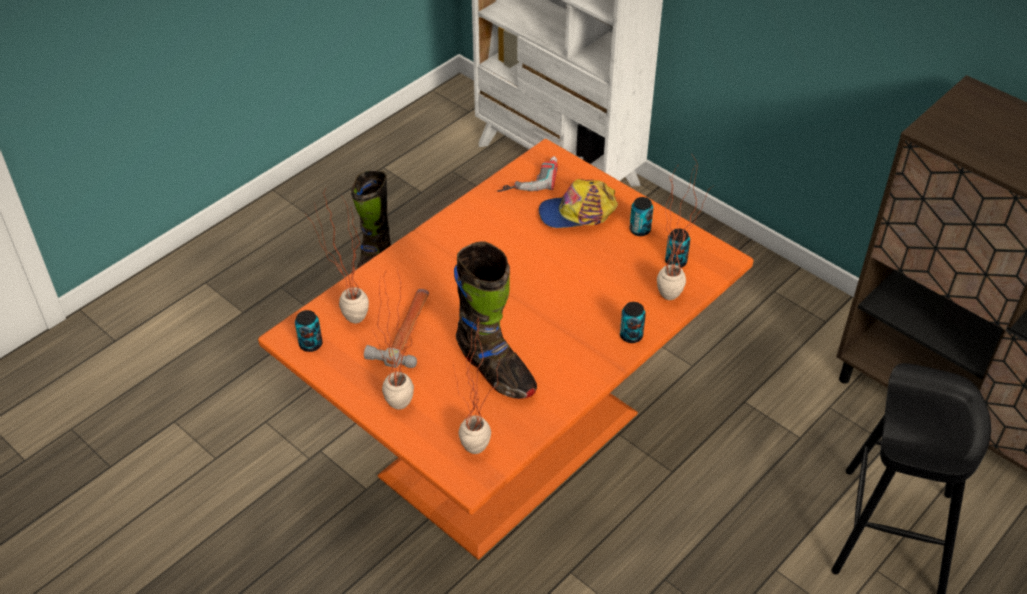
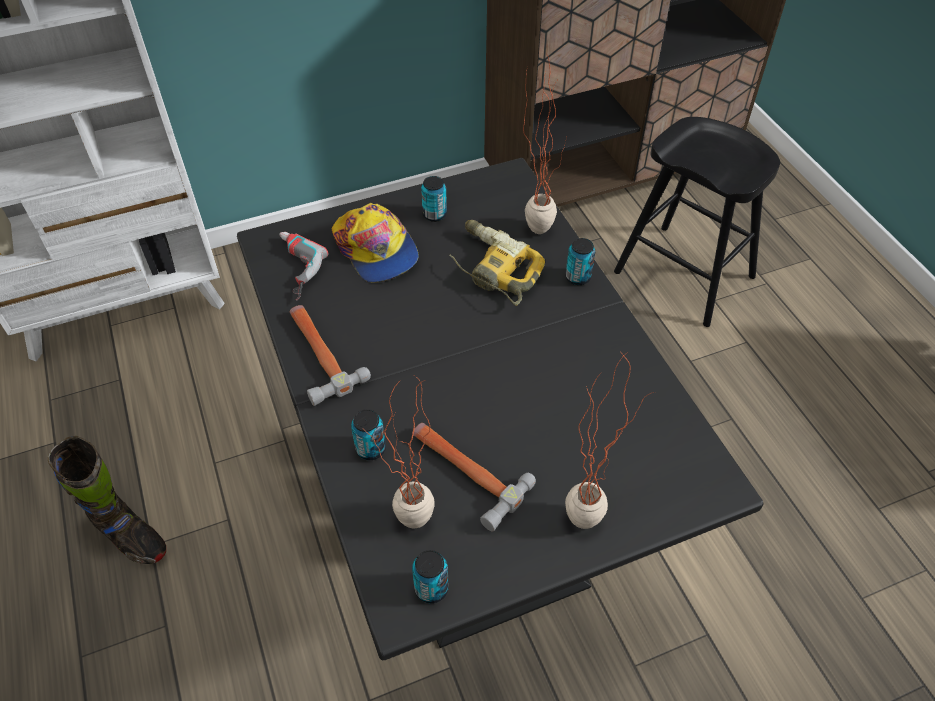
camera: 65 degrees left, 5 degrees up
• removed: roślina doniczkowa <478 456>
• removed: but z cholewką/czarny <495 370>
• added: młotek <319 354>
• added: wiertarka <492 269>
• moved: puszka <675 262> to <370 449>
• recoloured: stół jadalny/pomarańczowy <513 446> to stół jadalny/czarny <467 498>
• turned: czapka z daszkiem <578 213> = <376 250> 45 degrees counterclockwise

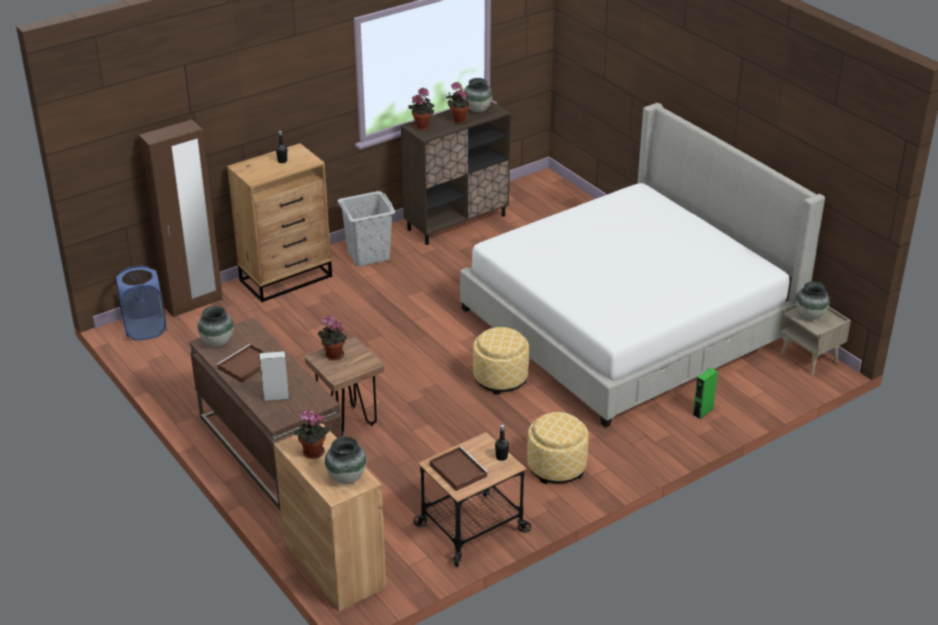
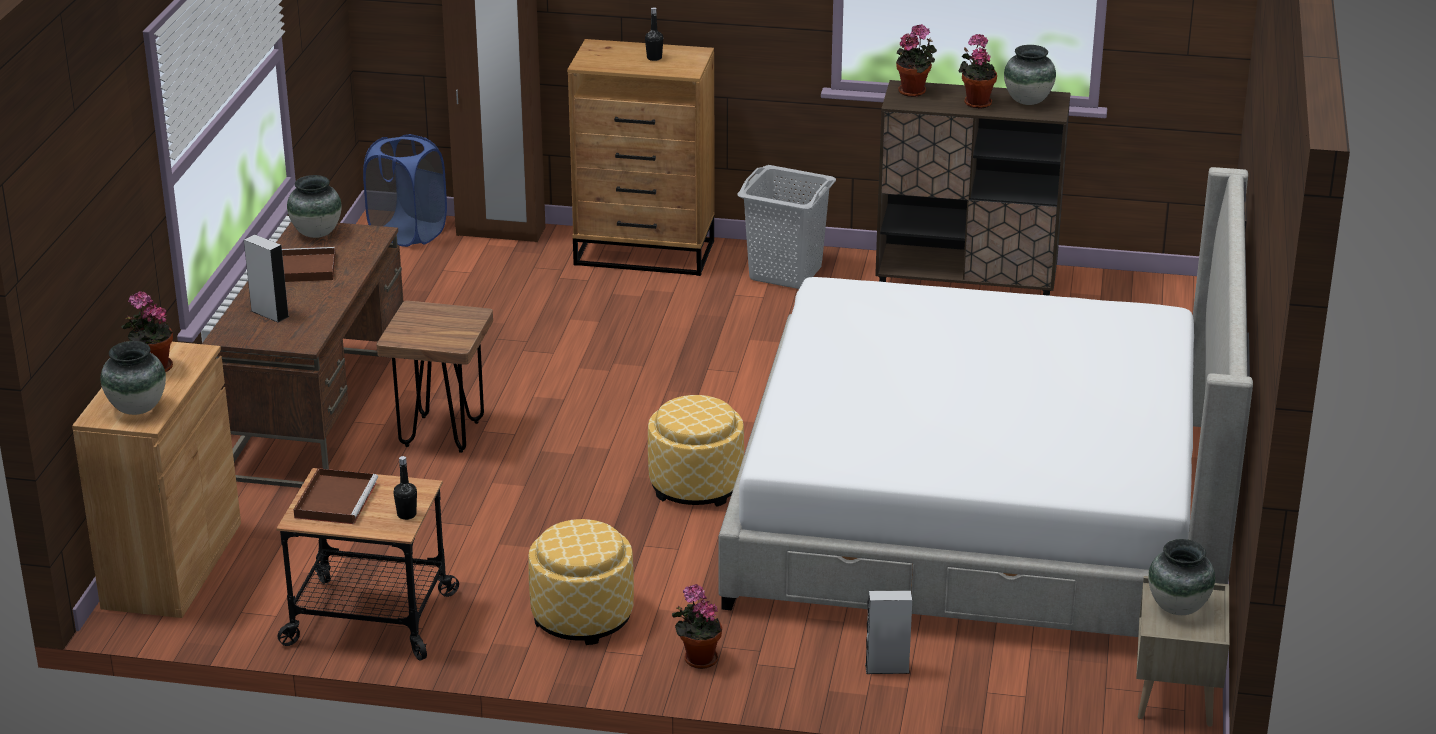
camera: 45 degrees right, 5 degrees down
• moved: roślina doniczkowa <332 356> to <697 659>
• recoloured: głośnik/zielony <702 412> to głośnik/szary <887 668>

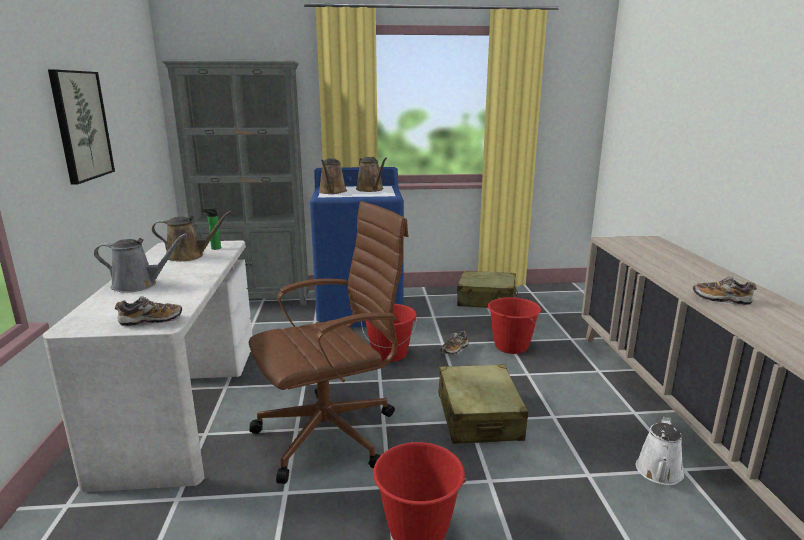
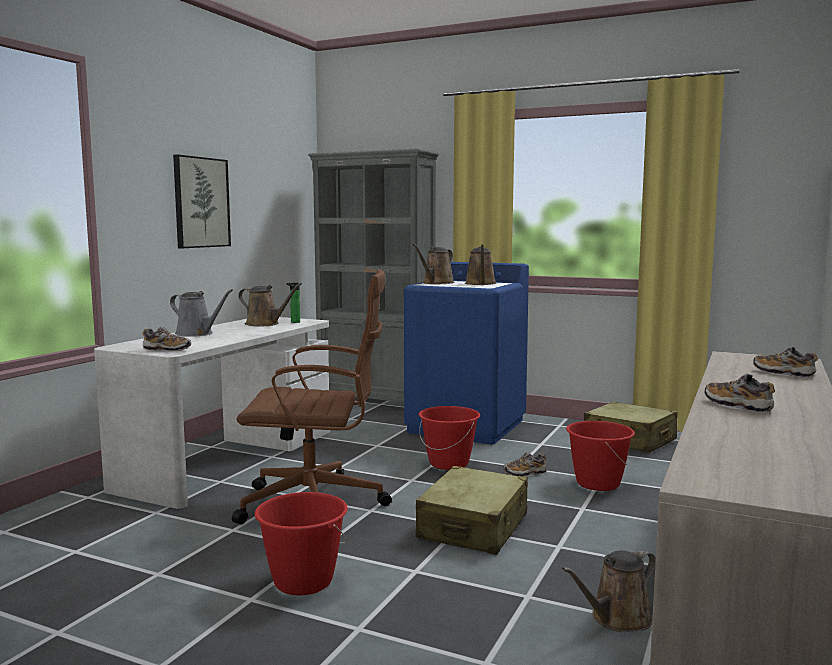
camera: 30 degrees right, 10 degrees down
• added: but <783 373>
• recoloured: konewka/biały <659 473> to konewka/brązowy <617 619>

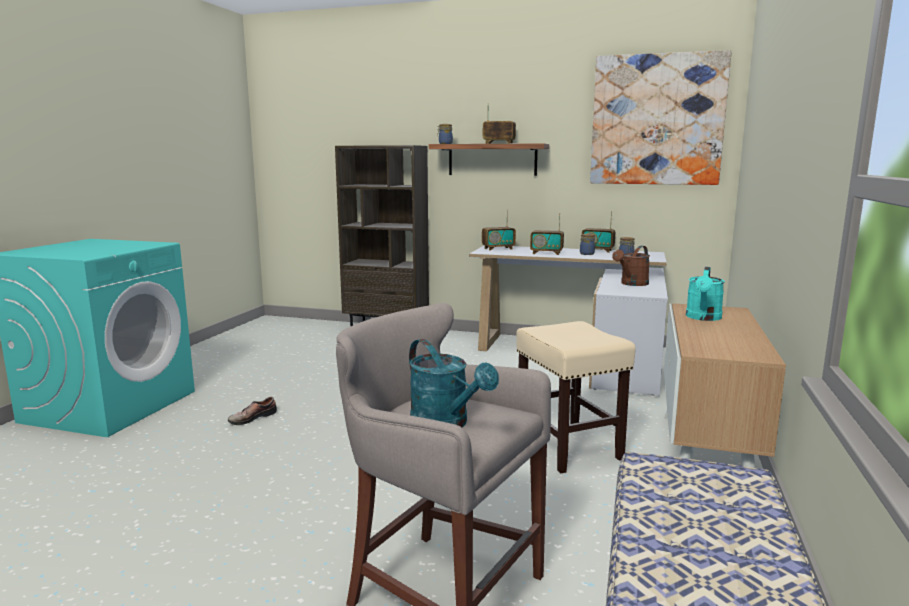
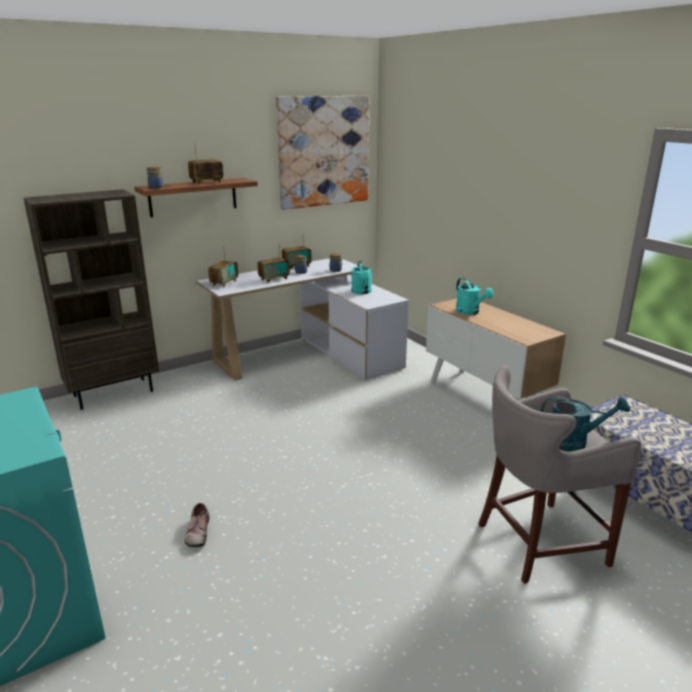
camera: 50 degrees left, 10 degrees up
• removed: stołek/beżowy <569 447>
• recoloured: konewka/brązowy <632 284> to konewka/turkusowy <362 292>

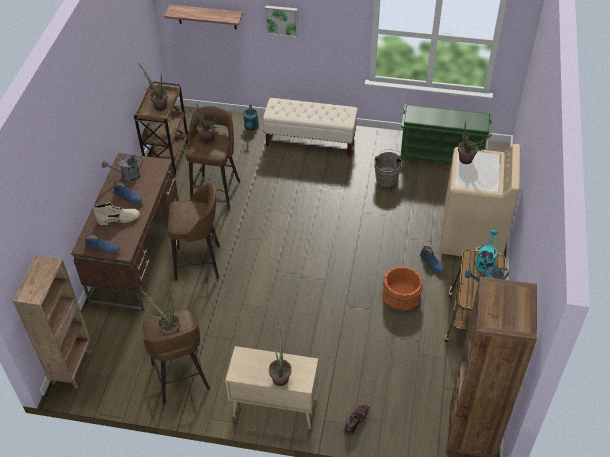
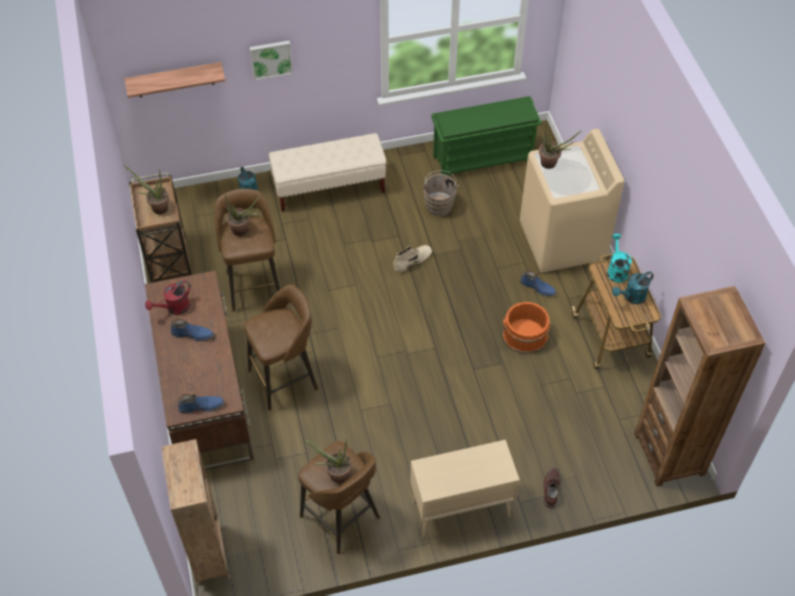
camera: 25 degrees left, 5 degrees up
• removed: roślina doniczkowa <280 376>
• moved: but z cholewką/beżowy <119 219> to <413 260>
• recoloured: konewka/szary <127 175> to konewka/czerwony <174 308>

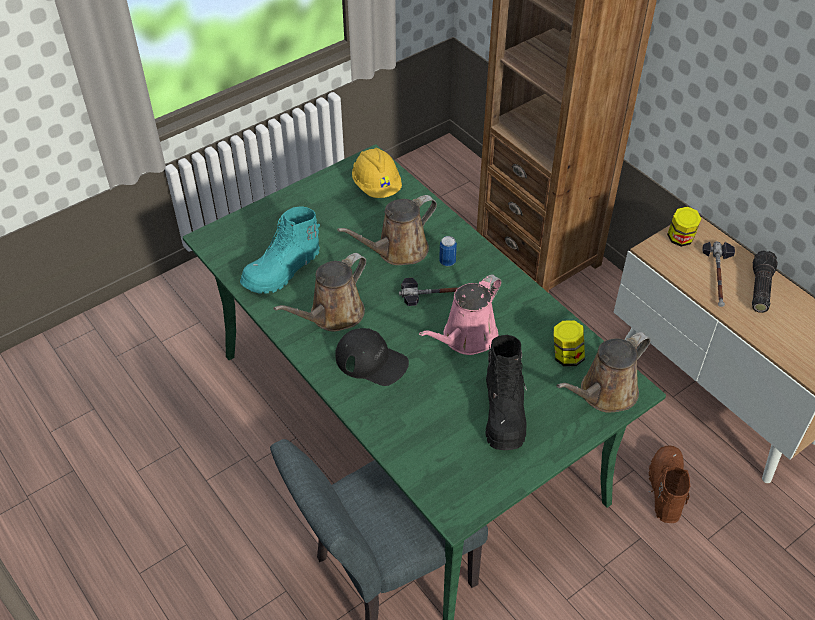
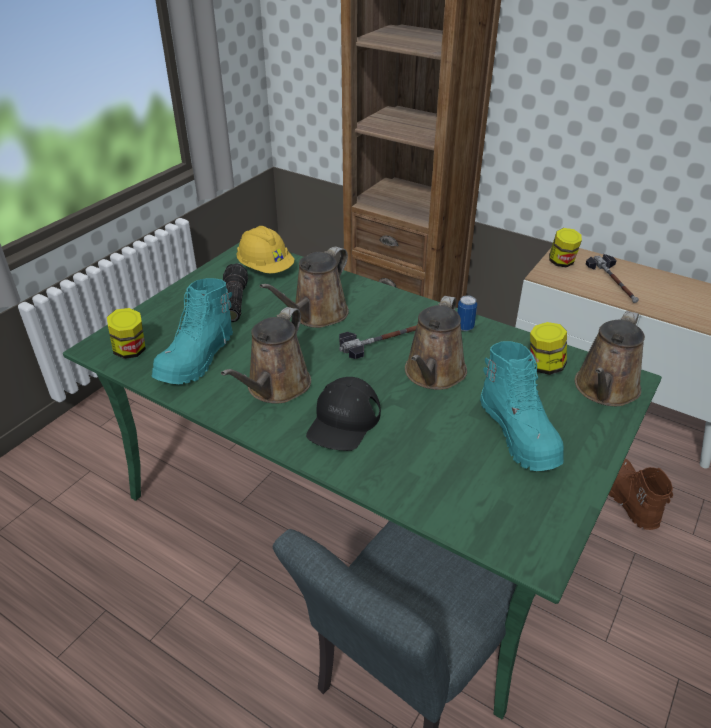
camera: 20 degrees left, 10 degrees down
• added: słoik <131 351>
• moved: puszka <447 262> to <464 327>
• moved: latarka <759 288> to <233 302>
• recoloured: konewka/różowy <466 338> to konewka/brązowy <433 374>
• recoloured: but z cholewką/czarny <504 413> to but z cholewką/turkusowy <519 434>
• turned: czapka z daszkiem/czarny <371 361> = <343 421> 105 degrees clockwise

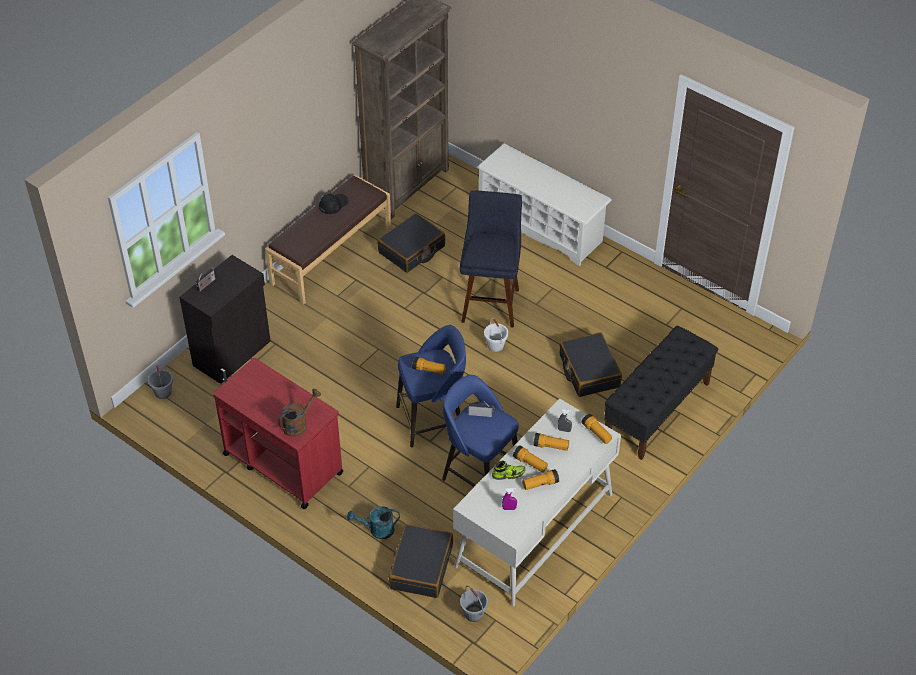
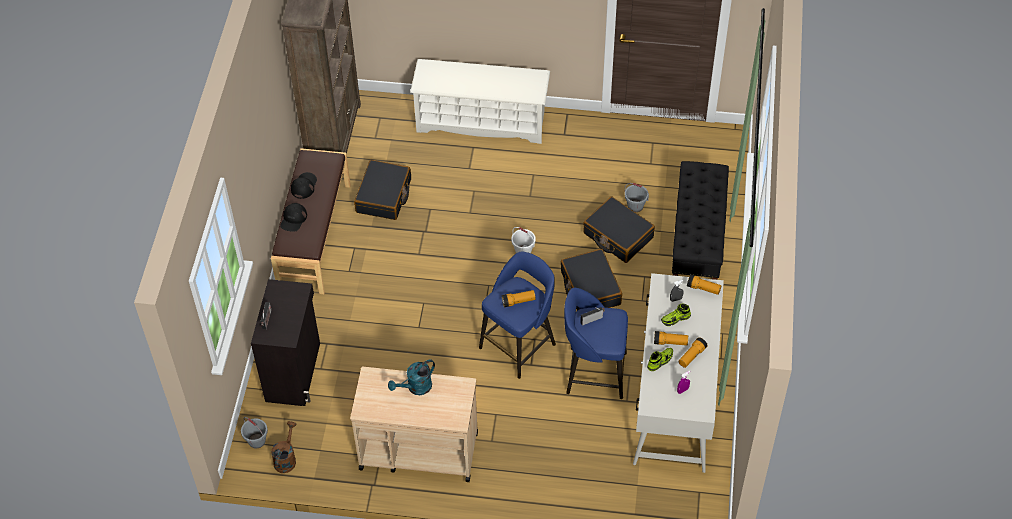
camera: 30 degrees left, 5 degrees up
• removed: stołek/niebieski <491 302>
• added: czapka z daszkiem/czarny <293 219>
• moved: konewka/brązowy <298 424> to <286 458>
• moved: konewka/turkusowy <377 530> to <415 388>
• moved: walizka/czarny <421 567> to <590 288>
• moved: wiadro/szary <473 614> to <635 206>
• replaced: latarka <550 446> to but <675 319>
• recoloured: wózek/czerwony <282 463> to wózek/beżowy <418 450>

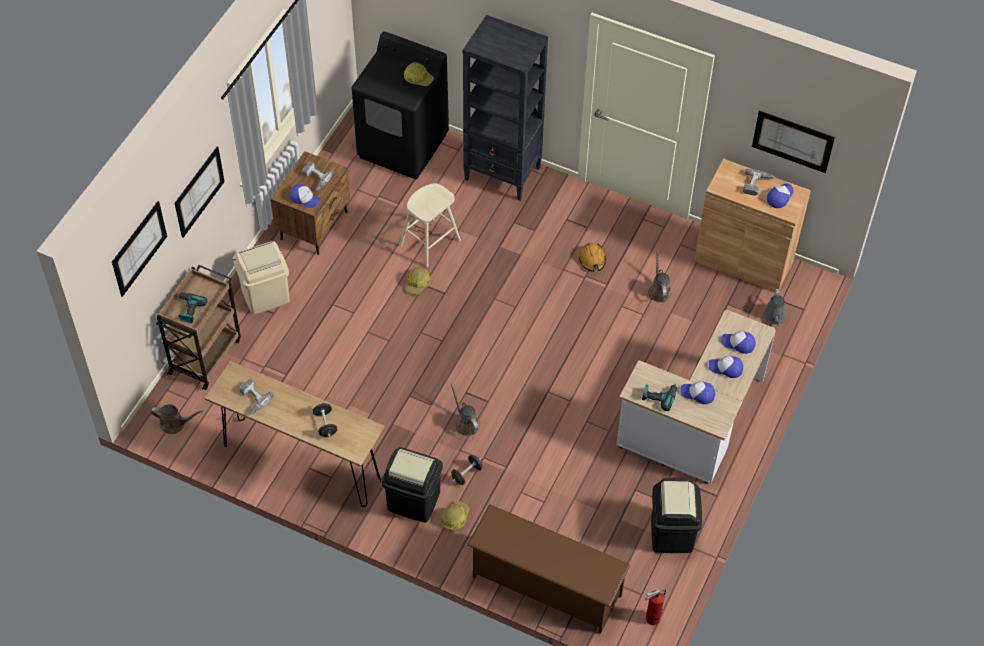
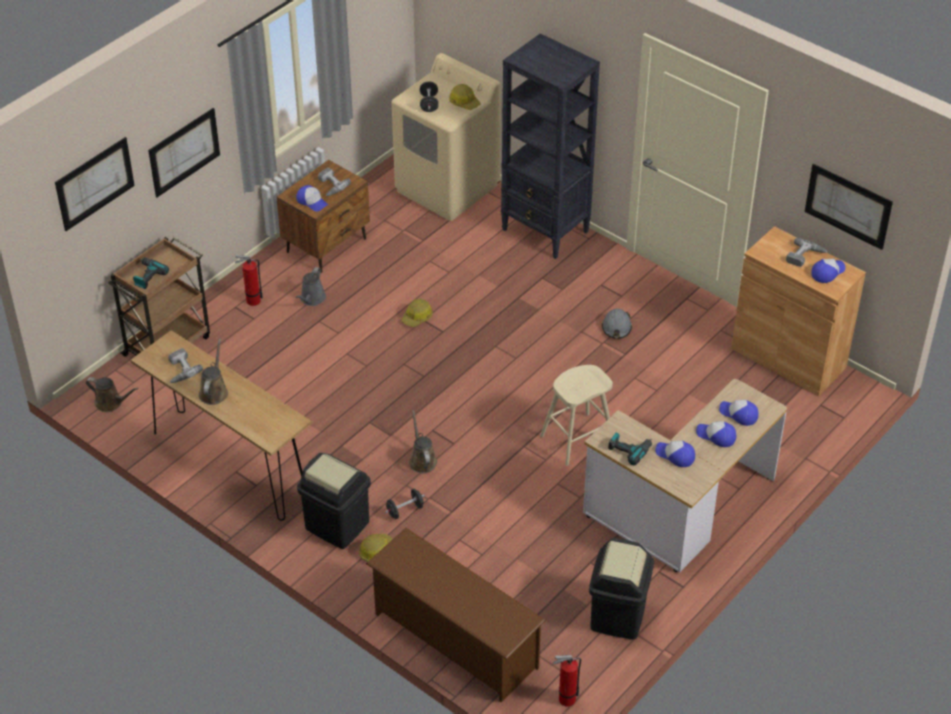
camera: 15 degrees right, 10 degrees down
• moved: hantel/czarny <325 425> to <429 104>
• moved: stołek/beżowy <429 243> to <577 439>
• moved: konewka/brązowy <659 290> to <214 391>
• moved: konewka/szary <774 317> to <312 299>
• replaced: kosz na śmieci/beżowy <265 296> to gaśnica <251 301>
• recoloured: pralka/czarny <403 145> to pralka/beżowy <447 188>
• recoloured: kask/pomarańczowy <592 260> to kask/szary <616 328>

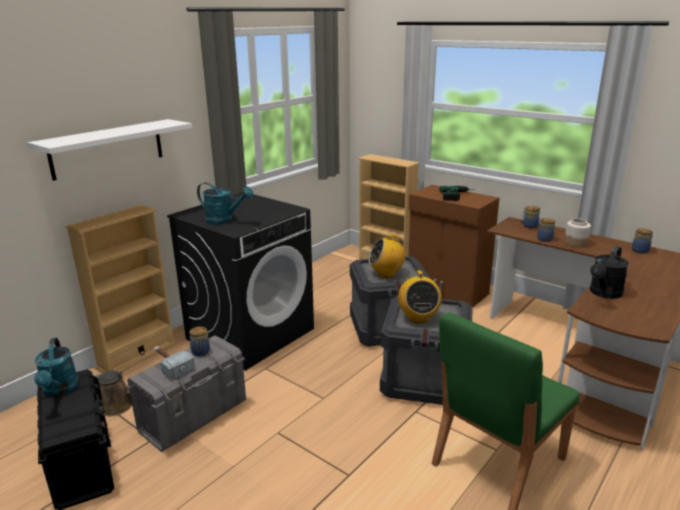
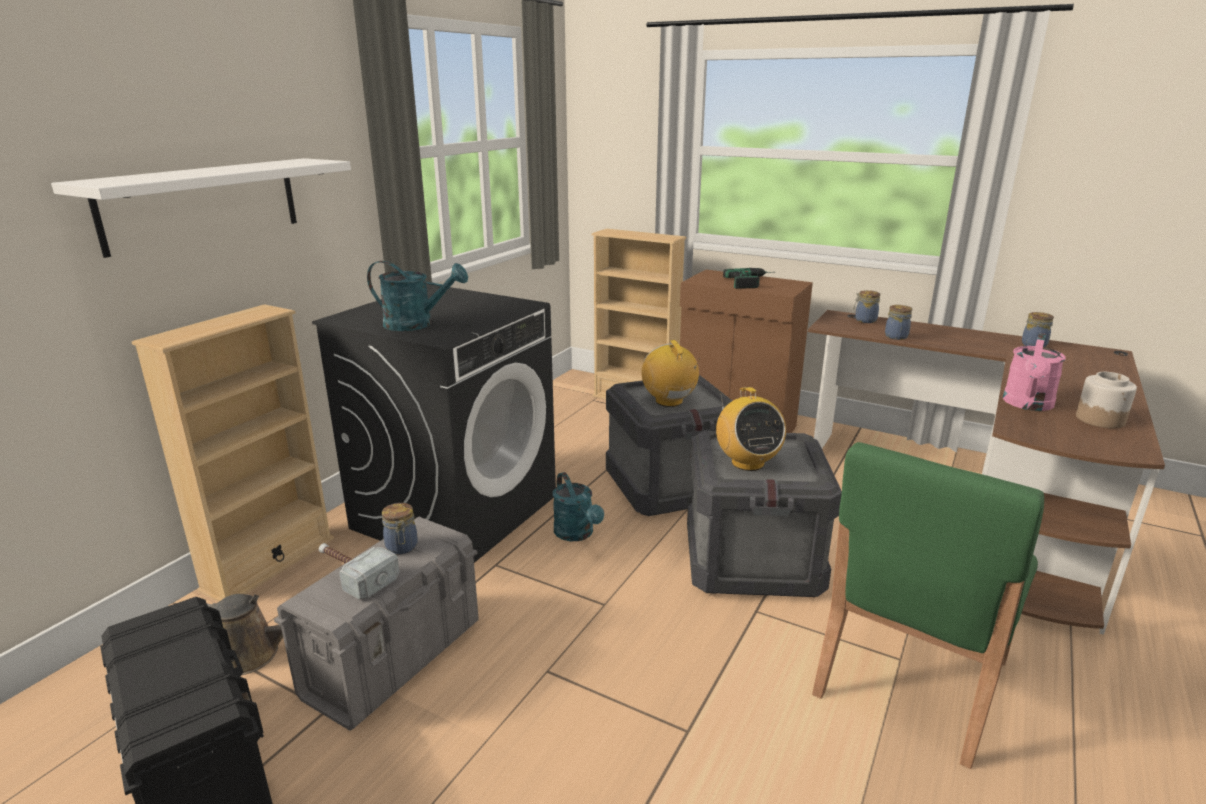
camera: 10 degrees left, 0 degrees up
• moved: konewka/turkusowy <60 390> to <577 534>
• moved: słoik <575 243> to <1100 419>
• recoloured: konewka/czarny <604 293> to konewka/różowy <1027 405>
• turned: radio <386 274> = <669 401> 90 degrees clockwise

